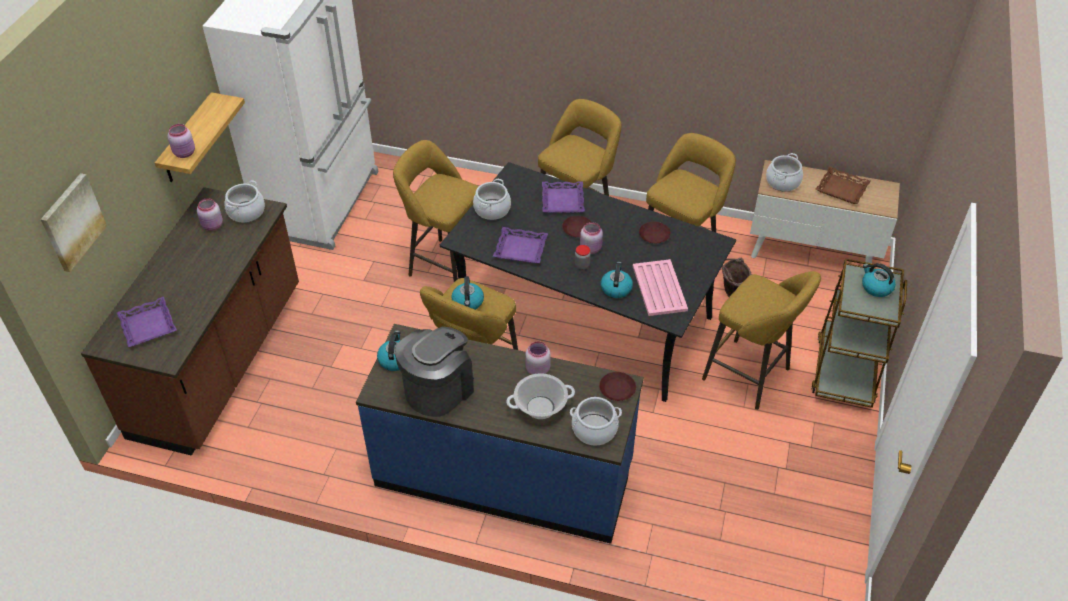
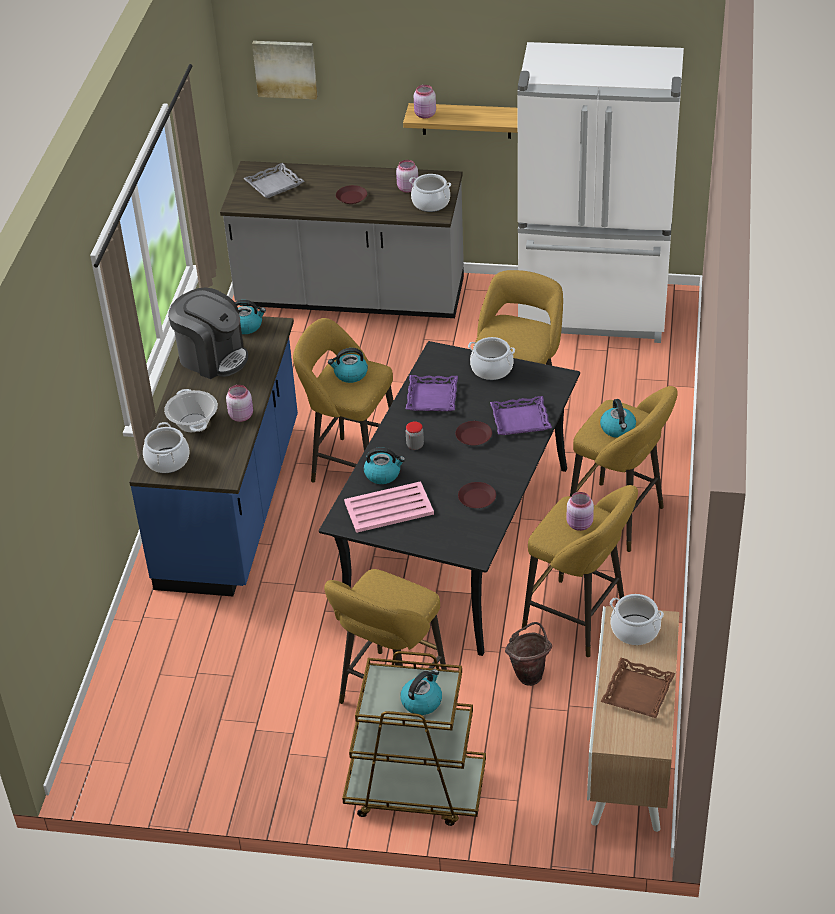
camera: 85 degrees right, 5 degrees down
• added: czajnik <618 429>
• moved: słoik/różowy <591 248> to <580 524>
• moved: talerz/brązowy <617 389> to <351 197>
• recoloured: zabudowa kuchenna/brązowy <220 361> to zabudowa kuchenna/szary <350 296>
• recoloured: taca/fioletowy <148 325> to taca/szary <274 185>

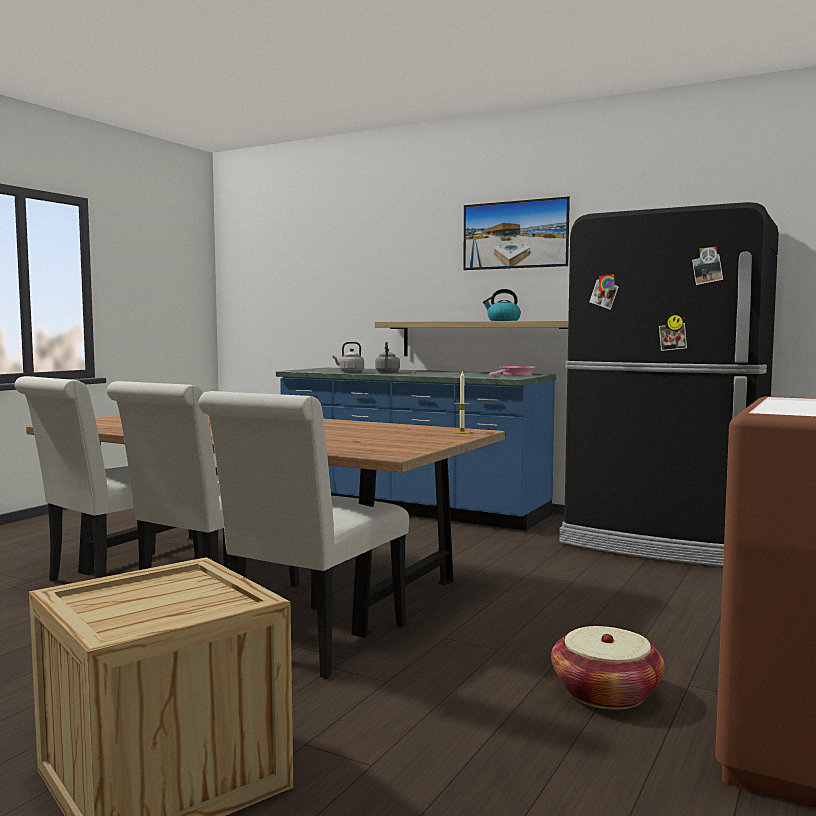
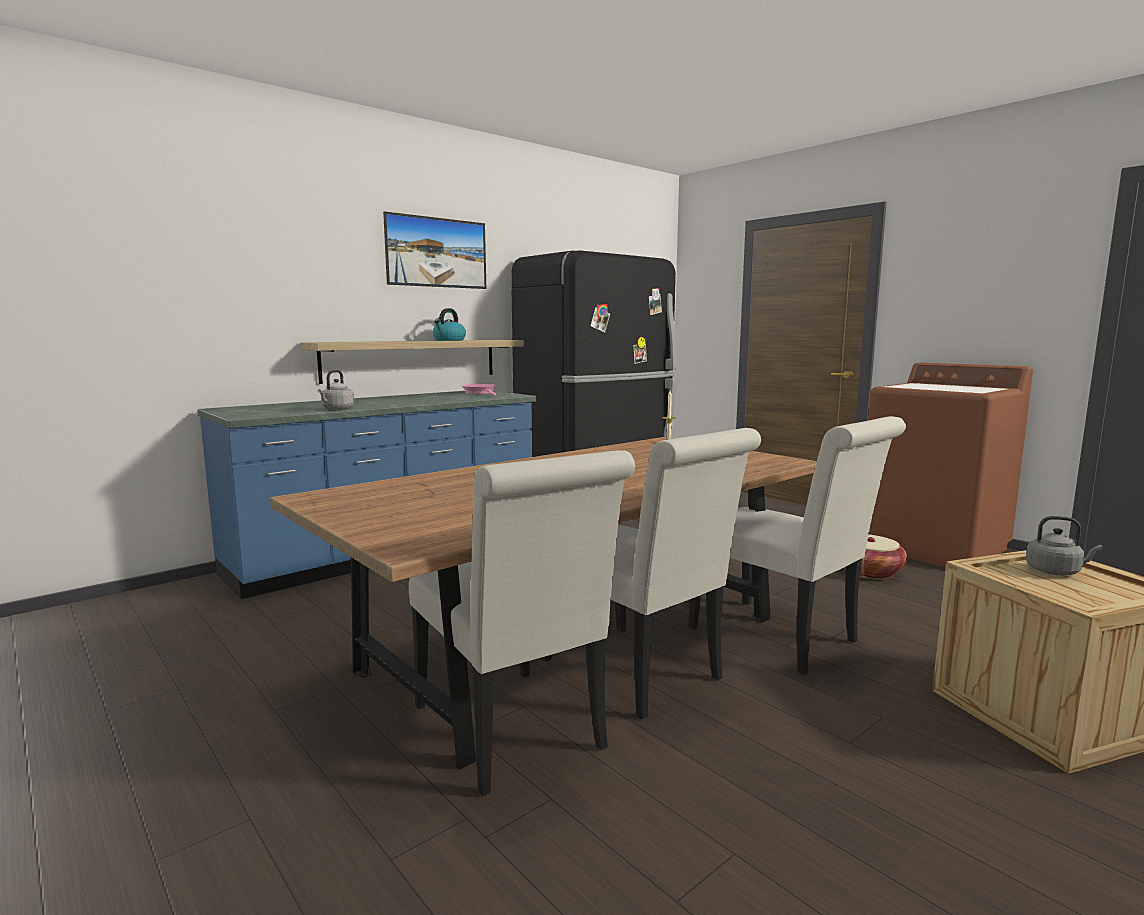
camera: 70 degrees left, 5 degrees up
• moved: czajnik/szary <387 372> to <1056 571>

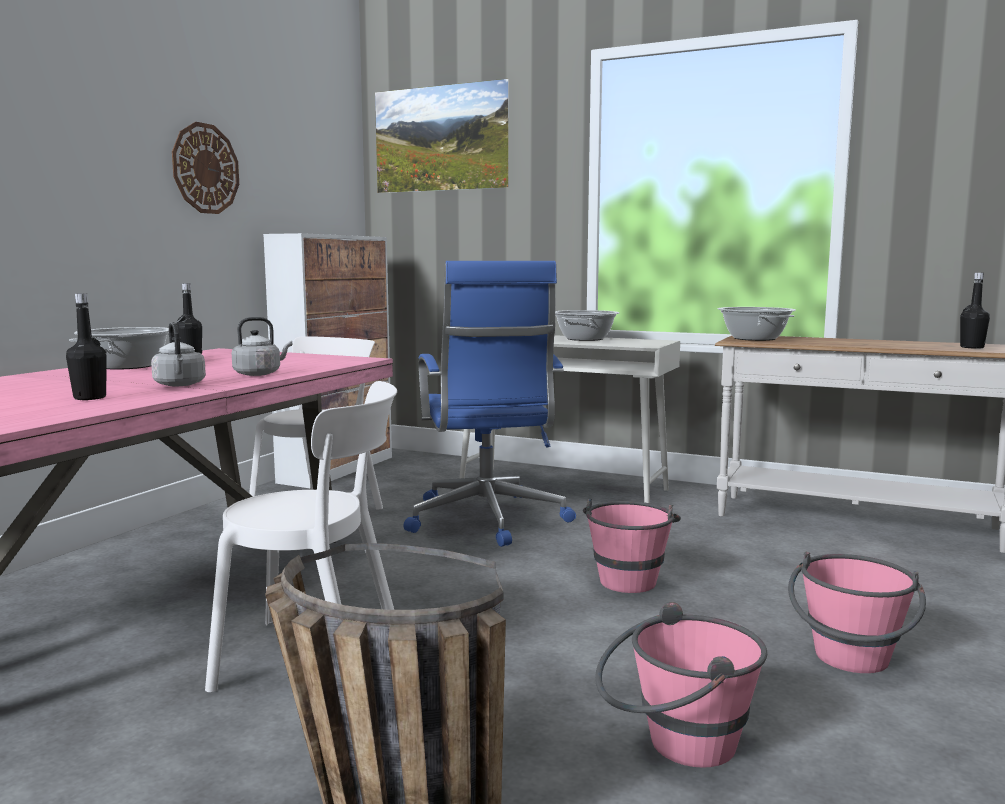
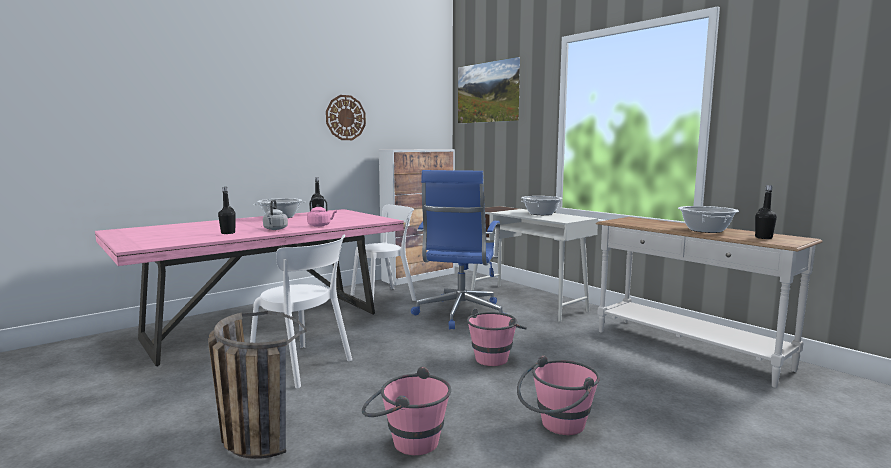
camera: 25 degrees right, 0 degrees up
• moved: garnek <755 338> to <706 230>
• recoloured: czajnik/szary <260 374> to czajnik/różowy <320 225>

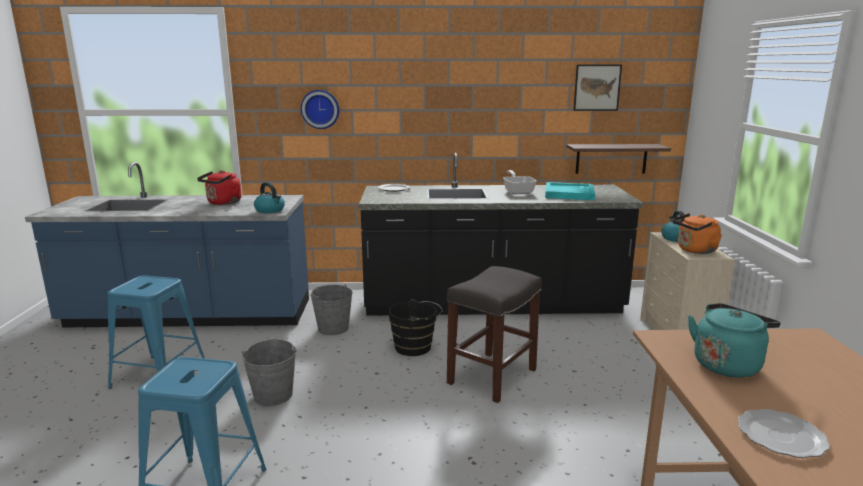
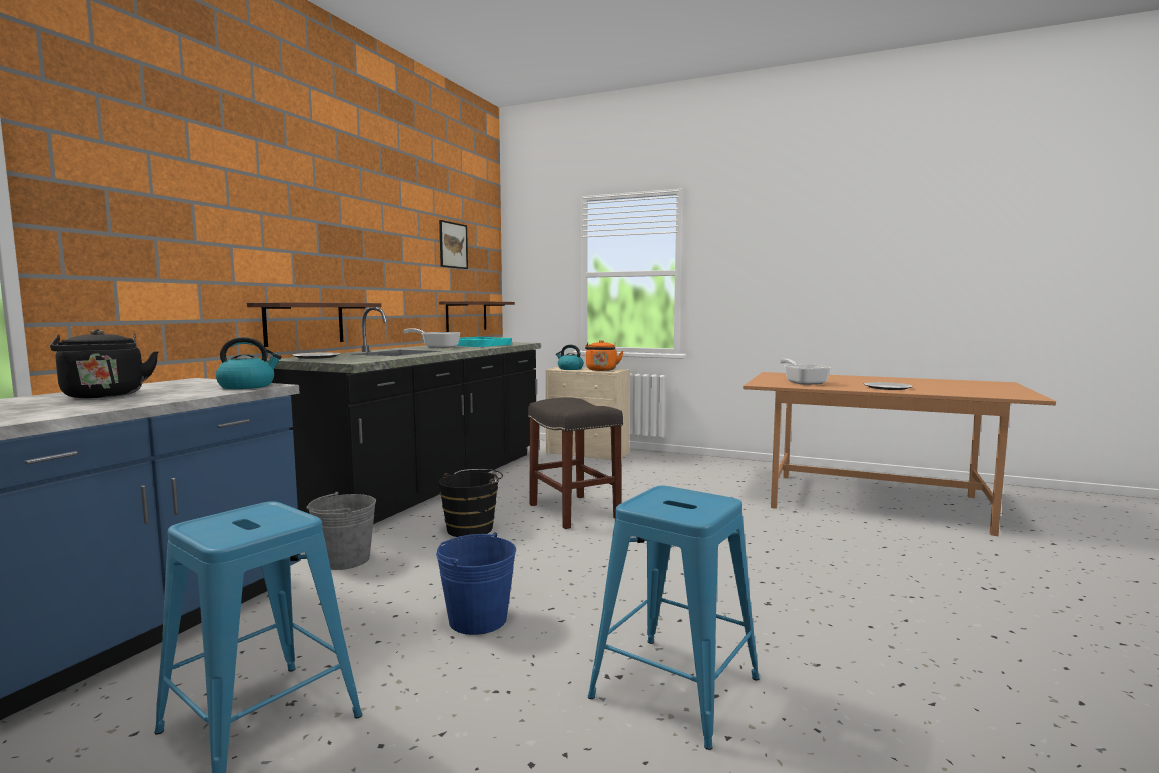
camera: 65 degrees left, 10 degrees down
• removed: zegar ścienny <320 109>
• added: półka <304 323>
• replaced: czajnik/turkusowy <727 364> to patelnia <803 382>
• recoloured: czajnik/czerwony <223 203> to czajnik/czarny <104 396>
• recoloured: wiadro/szary <273 395> to wiadro/niebieski <478 619>

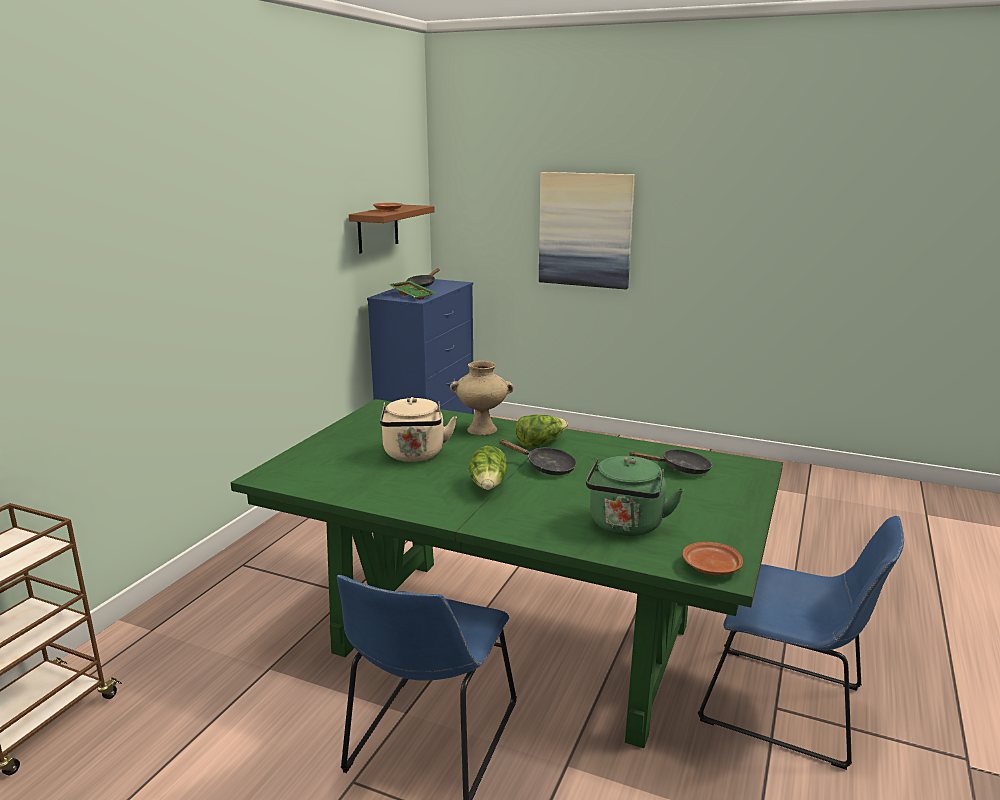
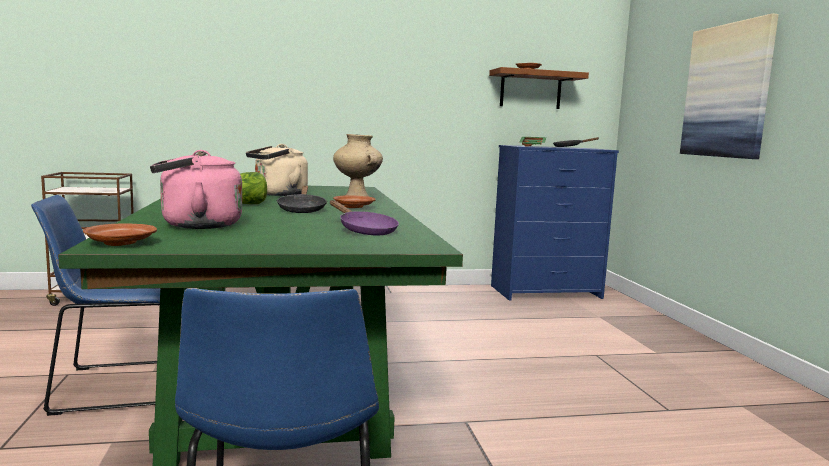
camera: 55 degrees right, 10 degrees down
• replaced: sałata <540 443> to talerz/brązowy <353 207>
• recoloured: czajnik/zielony <626 526> to czajnik/różowy <196 225>
• recoloured: patelnia/czarny <680 469> to patelnia/fioletowy <364 230>

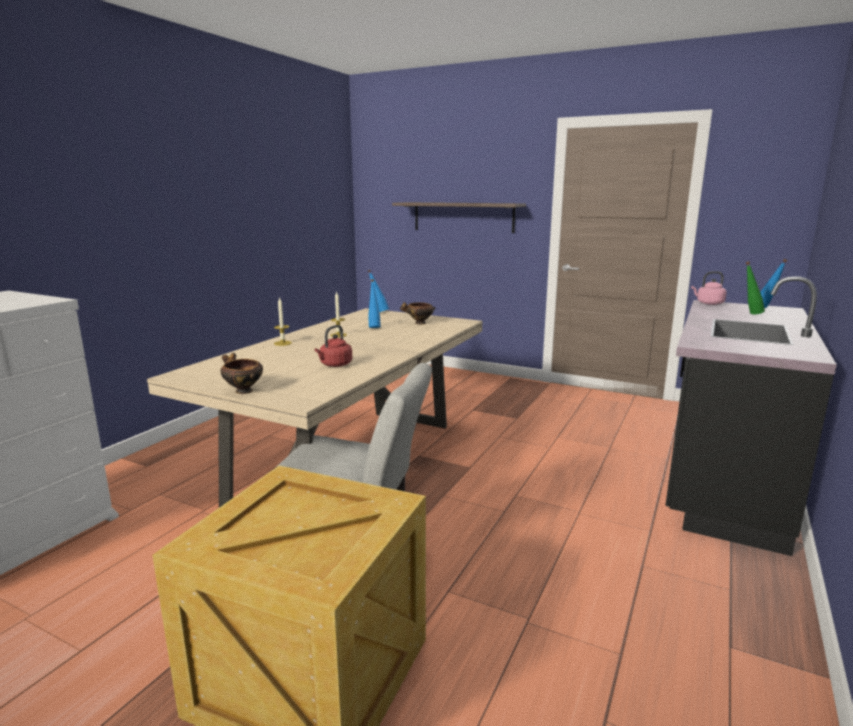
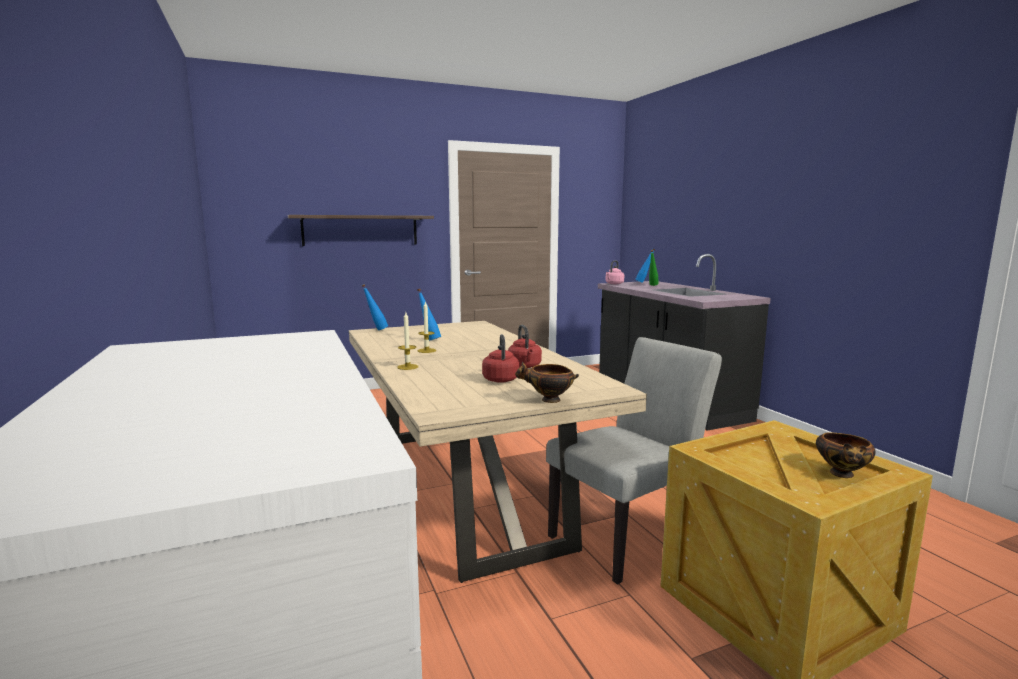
camera: 50 degrees left, 5 degrees down
• added: czajnik/czerwony <500 379>
• moved: miska <419 323> to <842 475>

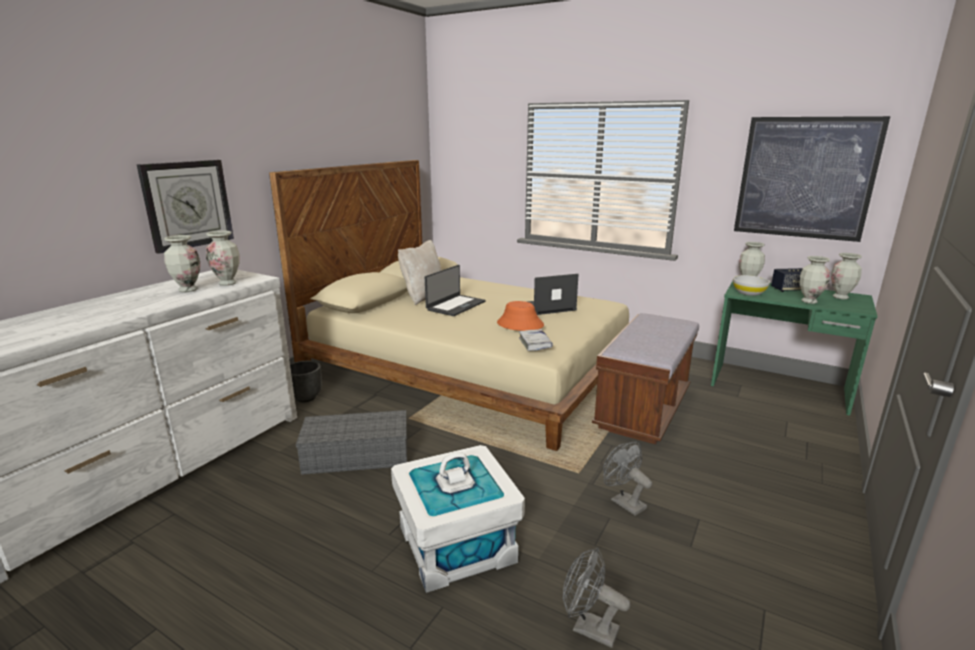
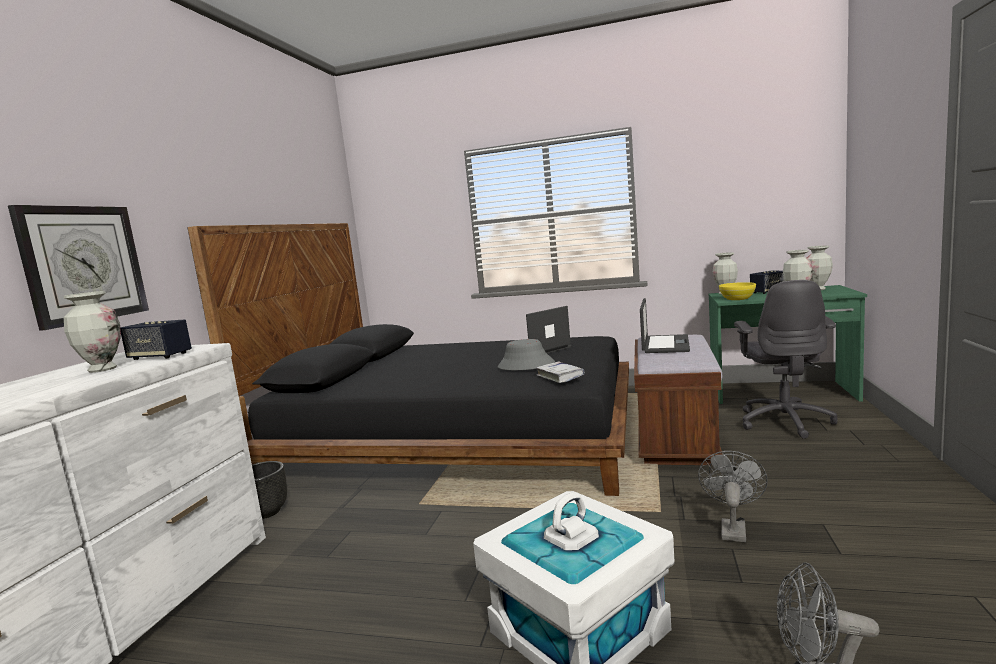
camera: 15 degrees left, 10 degrees down
• removed: pojemnik do przechowywania/szary <355 456>
• removed: poduszka/beżowy <423 296>
• removed: obraz <805 178>
• added: krzesło biurowe/szary <784 421>
• moved: laptop <455 305> to <664 344>
• replaced: wazon <228 283> to głośnik <160 356>
• recoloured: łóżko/beżowy <471 367> to łóżko/czarny <460 437>
• recoloured: kapelusz/pomarańczowy <520 324> to kapelusz/szary <526 365>
• recoloured: miska/biały <749 293> to miska/żółty <737 299>
• turned: wentylator/szary <623 502> = <732 528> 75 degrees clockwise

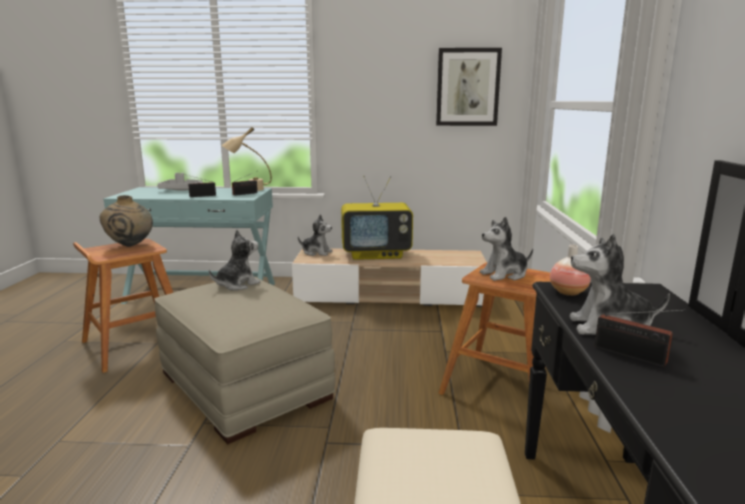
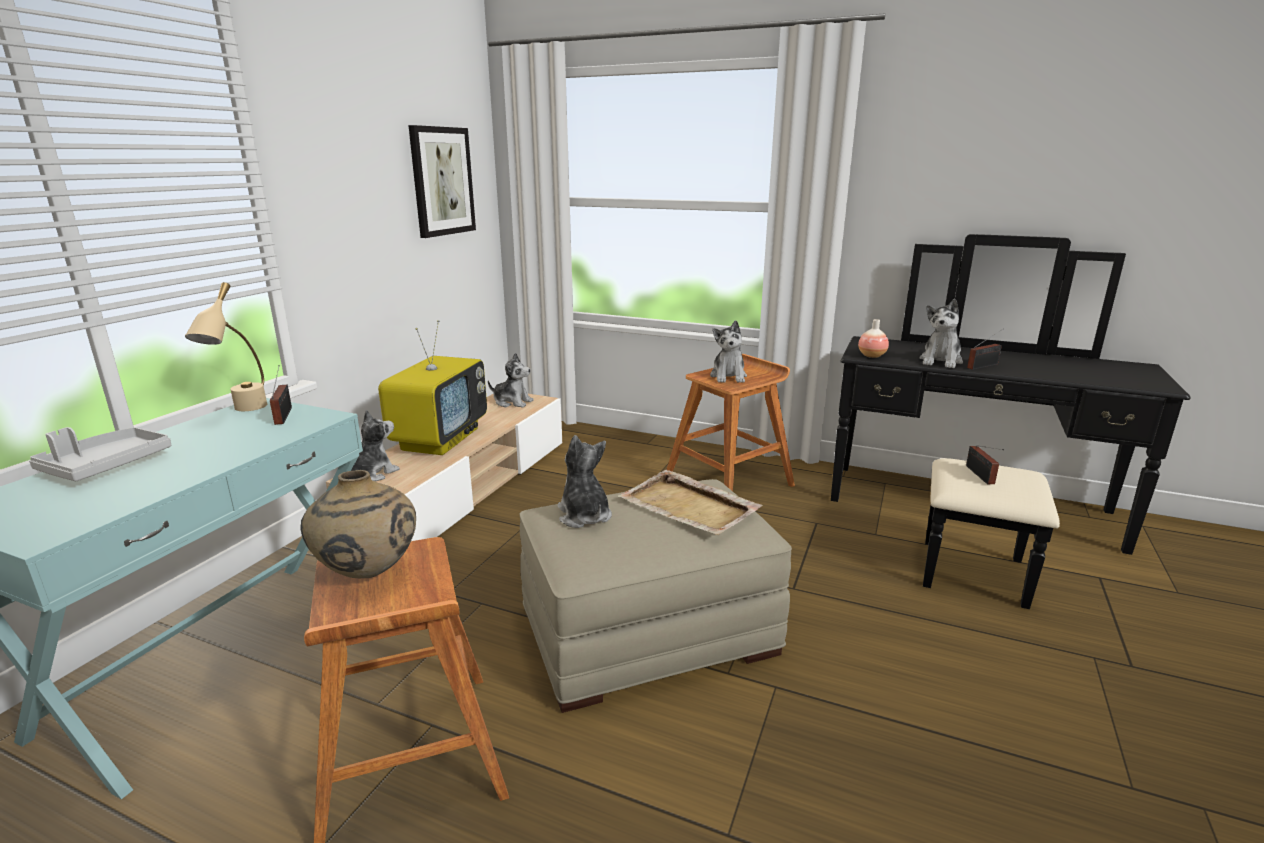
camera: 70 degrees left, 5 degrees up
• added: pluszak <512 402>
• added: taca/beżowy <689 506>
• moved: radio <201 196> to <980 476>

